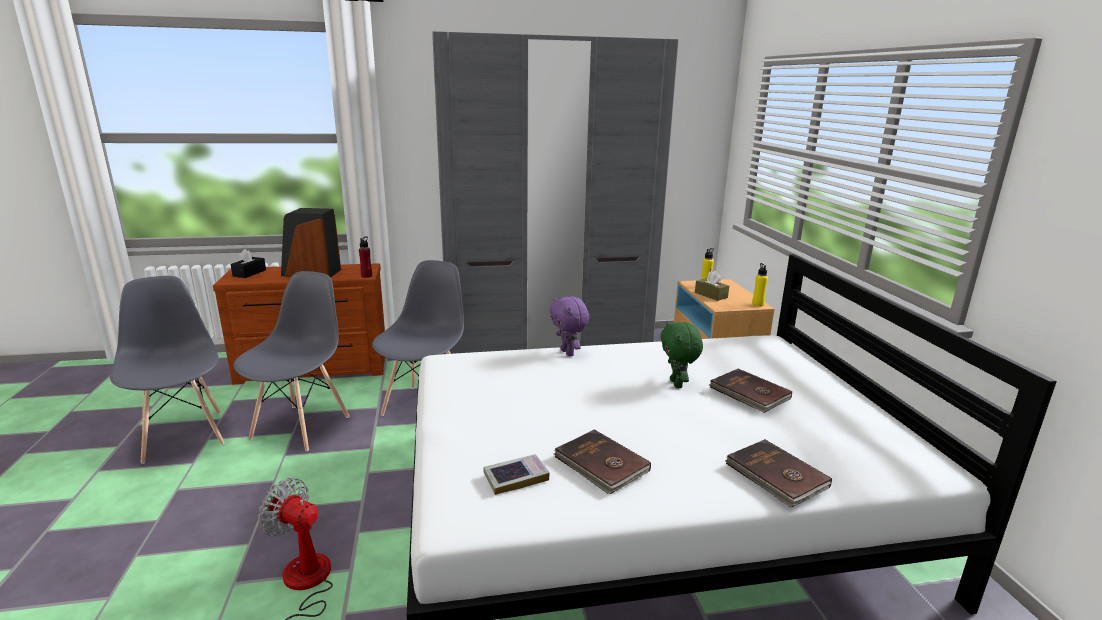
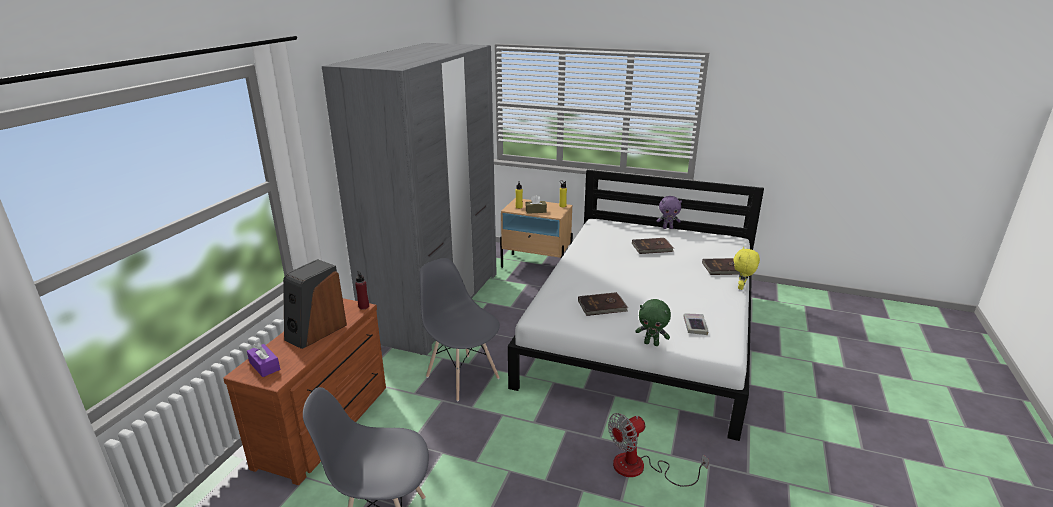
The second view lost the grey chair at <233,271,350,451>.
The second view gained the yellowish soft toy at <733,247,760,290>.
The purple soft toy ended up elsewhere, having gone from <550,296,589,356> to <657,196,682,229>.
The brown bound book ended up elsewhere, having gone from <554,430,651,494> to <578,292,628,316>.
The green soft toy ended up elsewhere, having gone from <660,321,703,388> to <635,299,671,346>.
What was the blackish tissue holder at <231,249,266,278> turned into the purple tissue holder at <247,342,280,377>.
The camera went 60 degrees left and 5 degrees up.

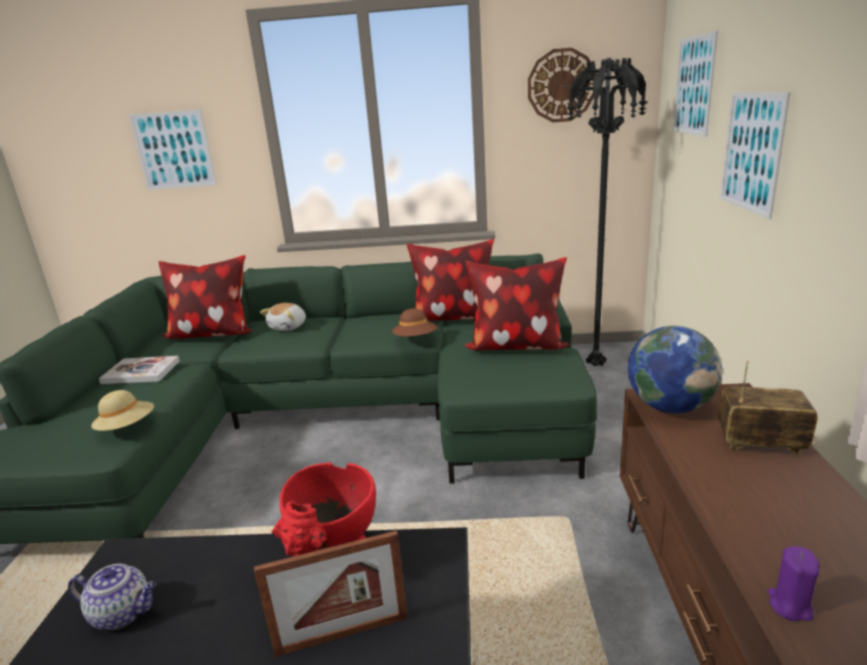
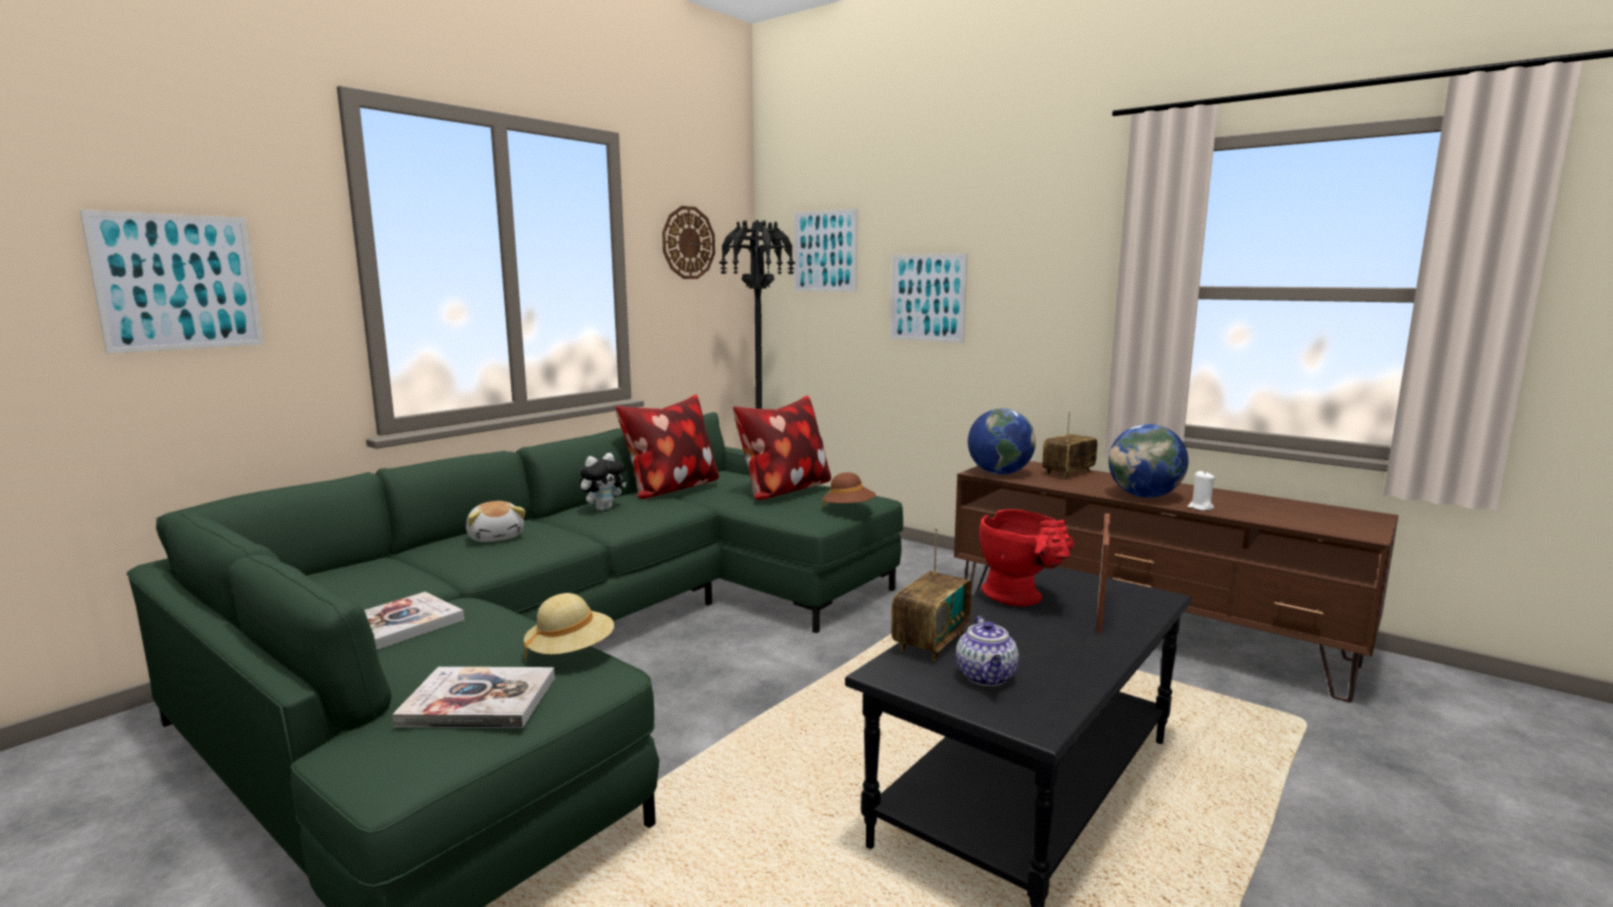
The second view lost the pillow at <158,255,252,339>.
The second view gained the bound book at <392,667,555,728>.
The second view gained the soft toy at <579,453,626,511>.
The second view gained the radio at <891,528,972,661>.
The second view gained the desk globe at <1108,424,1188,498>.
The brown hat ended up elsewhere, having gone from <392,308,437,336> to <822,472,876,506>.
What was the purple wax light at <768,546,820,621> turned into the whitish wax light at <1187,471,1215,511>.
The pot for tea at <68,564,156,630> ended up facing another way, 135 degrees clockwise from before.
The camera went 55 degrees left and 10 degrees down.

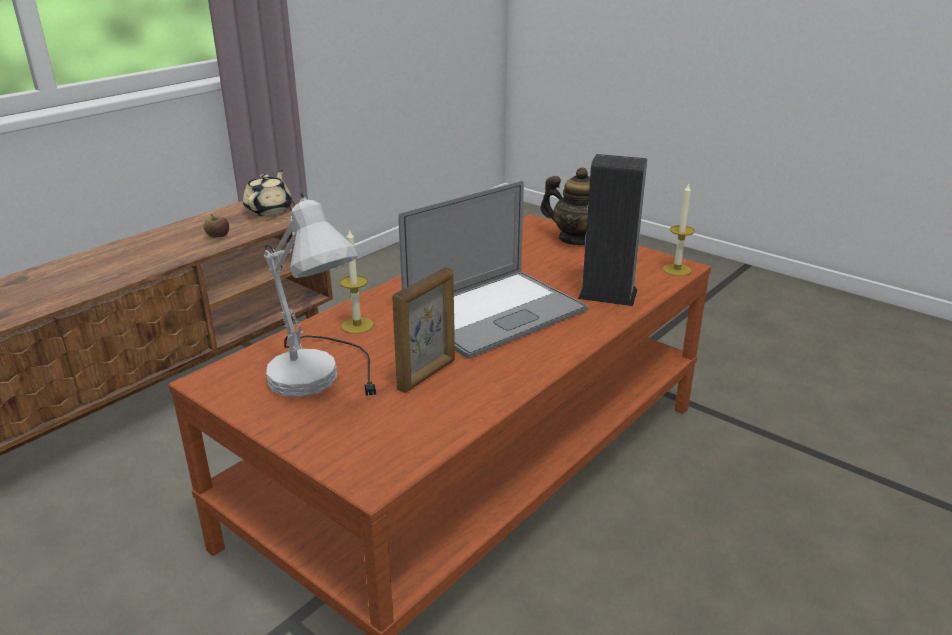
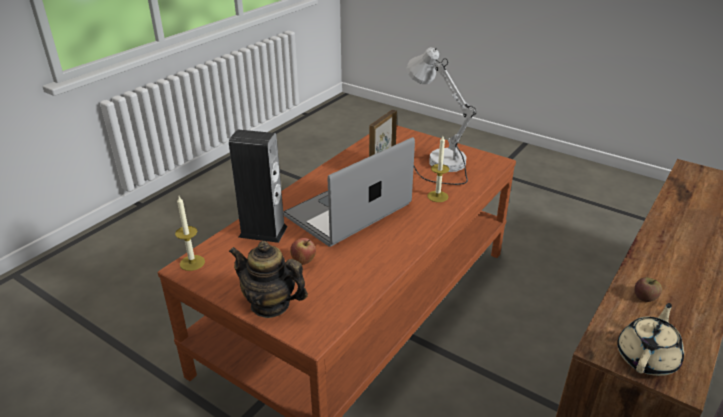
The second view gained the apple at <290,238,316,265>.
The beige-coloured pot for tea at <243,170,292,216> ended up facing another way, 150 degrees counterclockwise from before.
The camera went 175 degrees right and 5 degrees up.

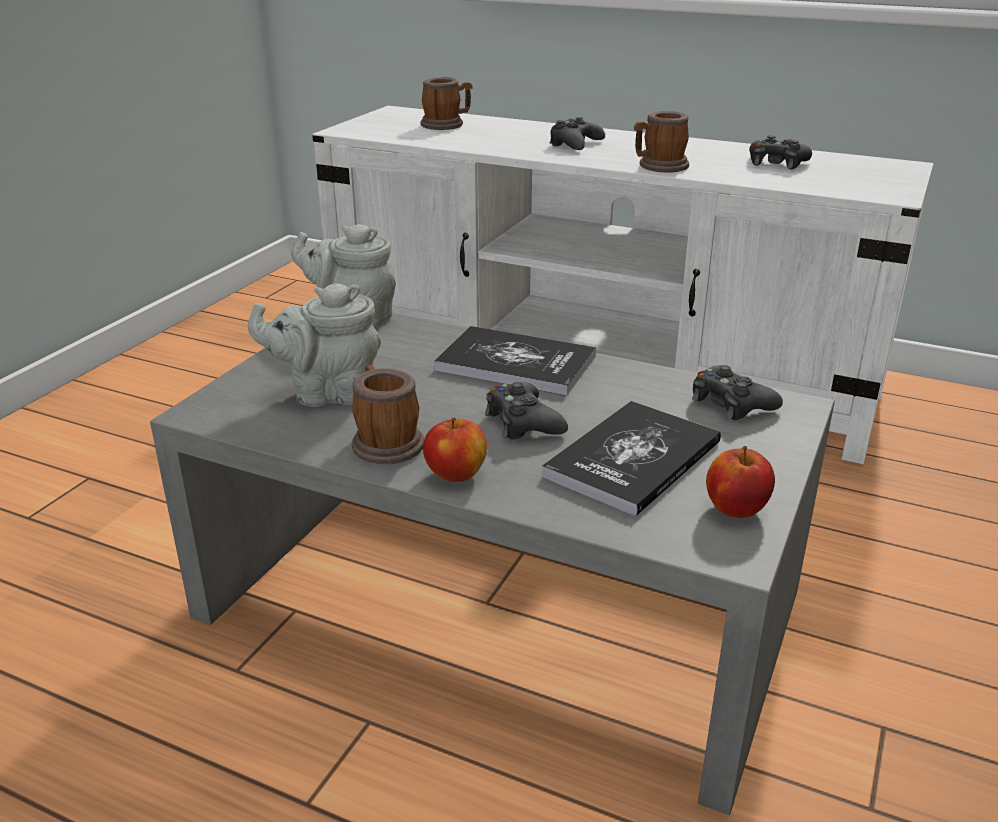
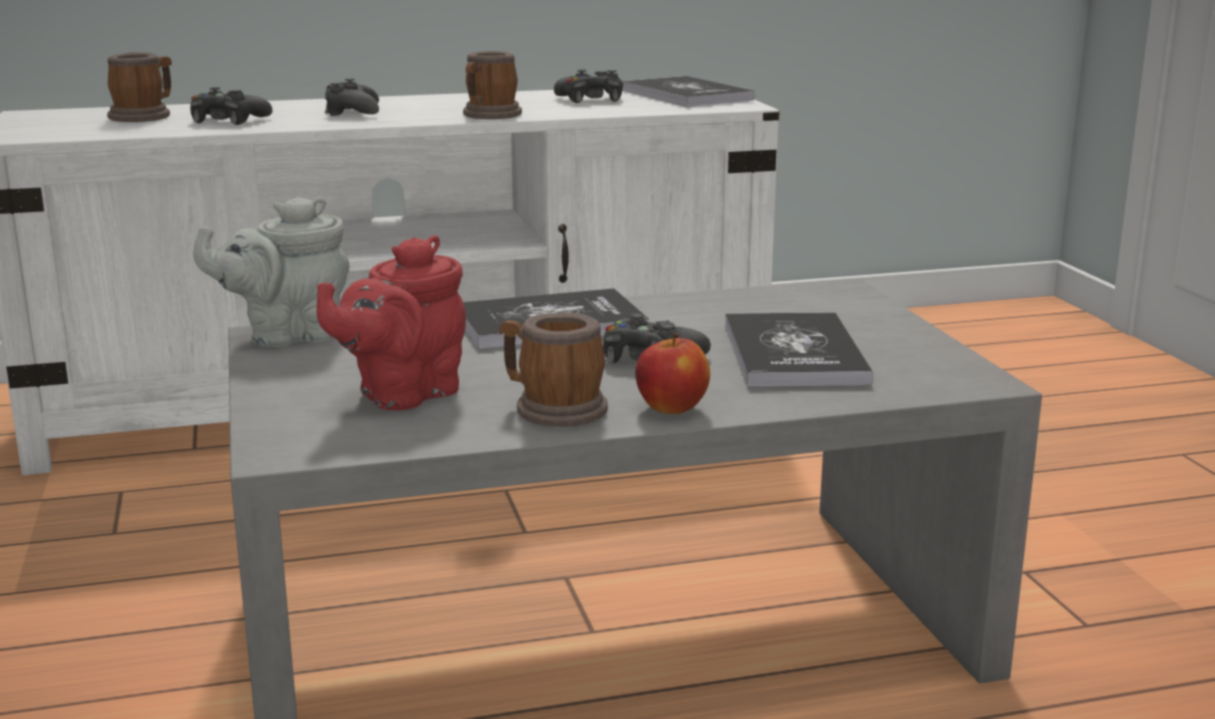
The second view lost the apple at <706,446,775,518>.
The second view gained the bound book at <622,76,755,107>.
The blackish game controller ended up elsewhere, having gone from <692,365,783,420> to <190,87,273,125>.
What was the grey pot for tea at <248,283,381,407> turned into the red-coloured pot for tea at <317,236,466,410>.
The camera went 40 degrees left and 10 degrees down.

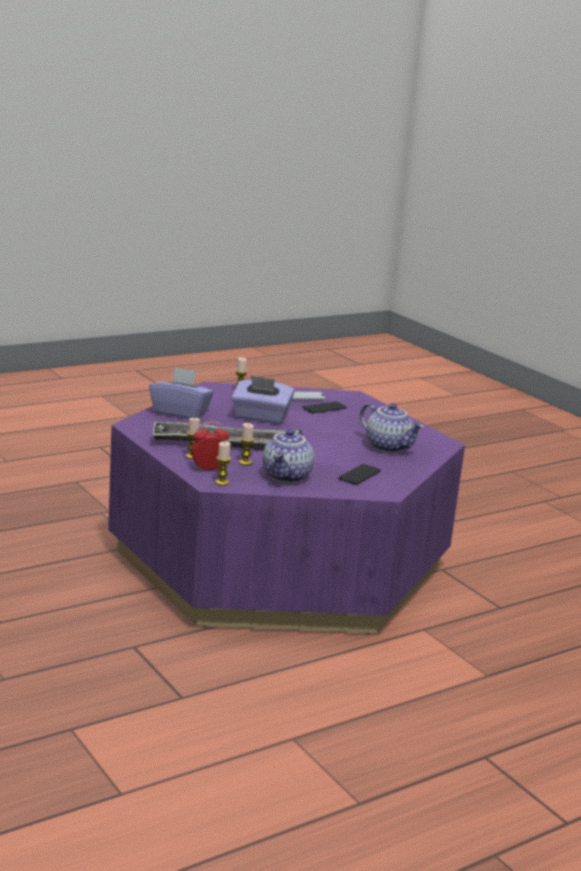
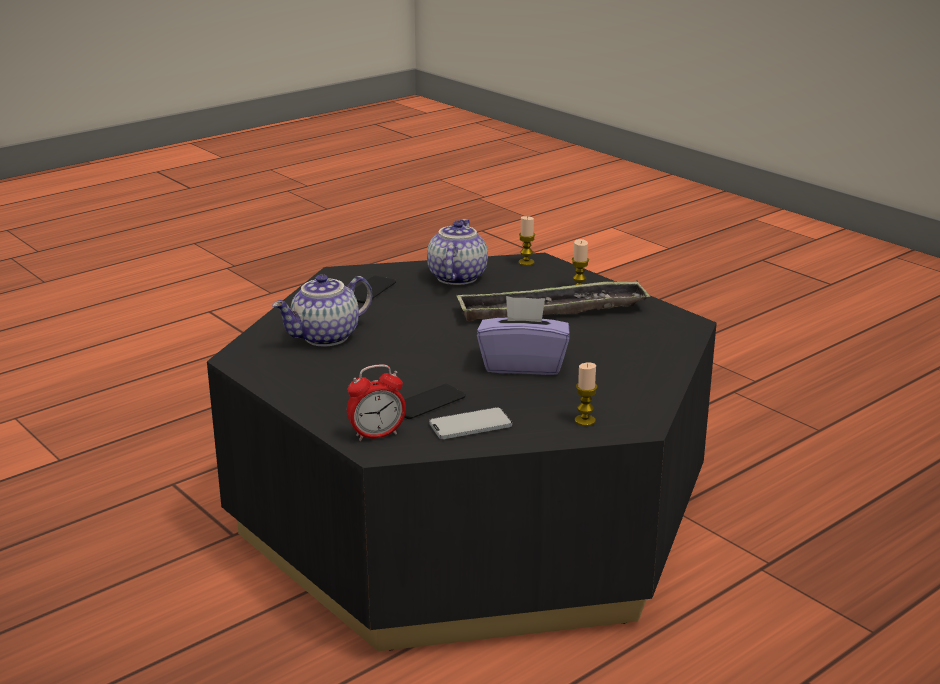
The second view lost the purple tissue holder at <149,367,214,419>.
The second view lost the wax light at <239,423,254,465>.
The alarm clock ended up elsewhere, having gone from <191,422,229,471> to <347,364,406,441>.
What was the purple coffee table at <108,382,465,634> turned into the blackish coffee table at <207,253,717,651>.
The pot for tea at <360,403,424,453> ended up facing another way, 75 degrees counterclockwise from before.
The camera went 175 degrees right and 5 degrees up.

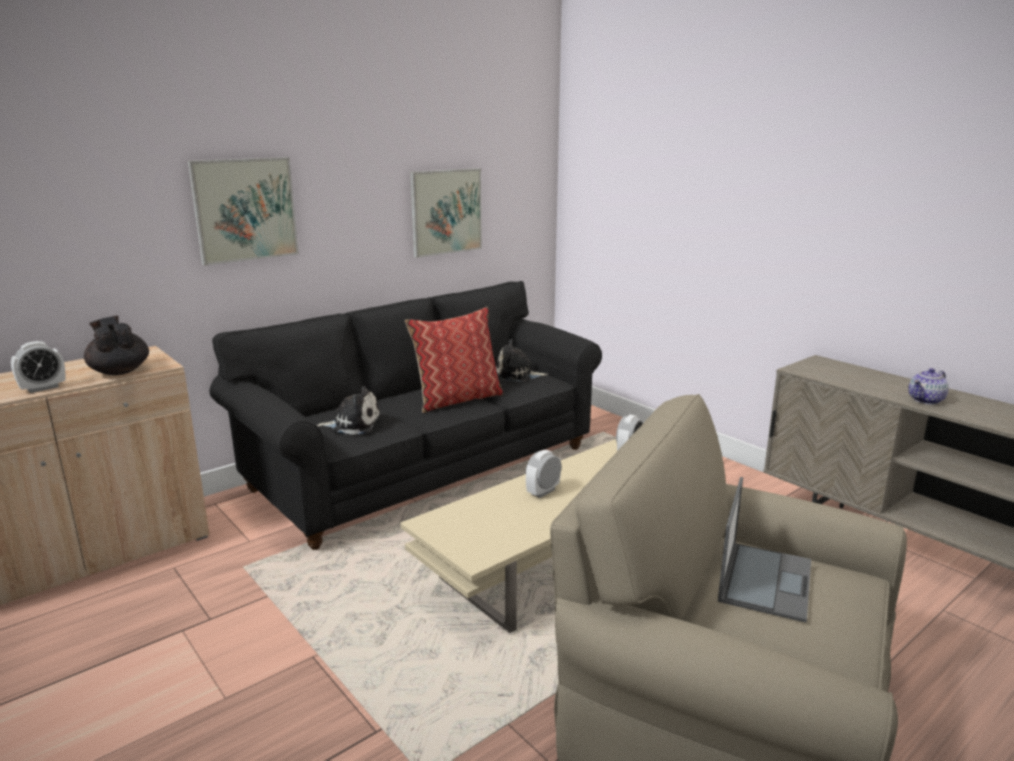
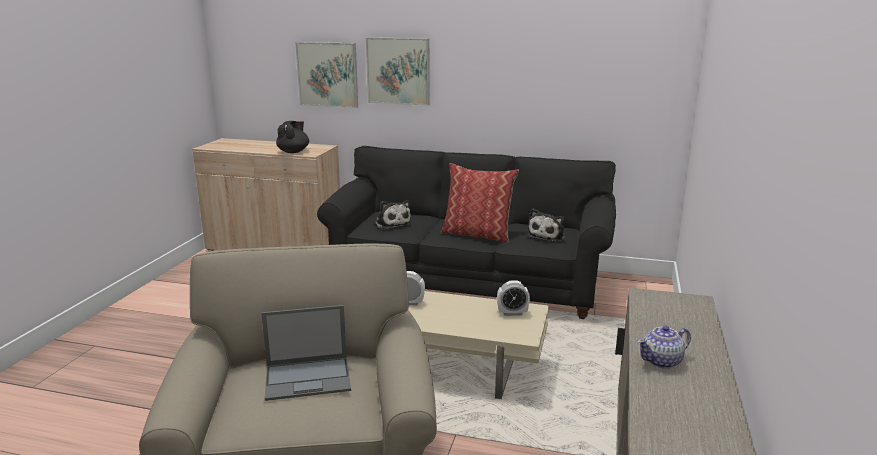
The second view lost the alarm clock at <11,341,65,393>.
The wall picture ended up elsewhere, having gone from <410,168,482,258> to <295,42,358,108>.
The soft toy at <496,339,548,381> ended up facing another way, 120 degrees counterclockwise from before.
The pot for tea at <908,368,949,405> ended up facing another way, 45 degrees counterclockwise from before.
The camera went 55 degrees right and 0 degrees up.

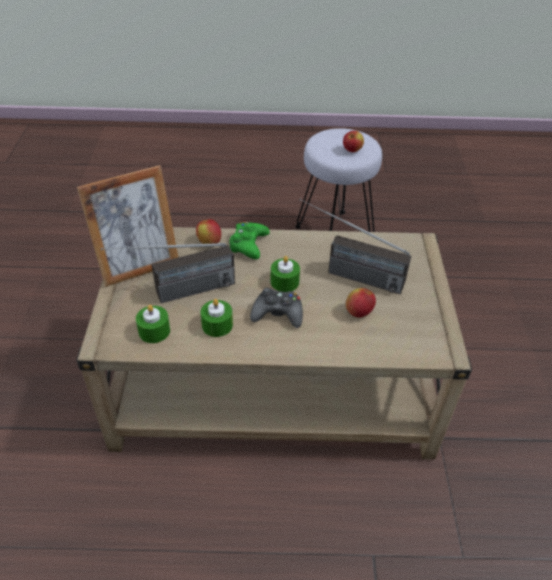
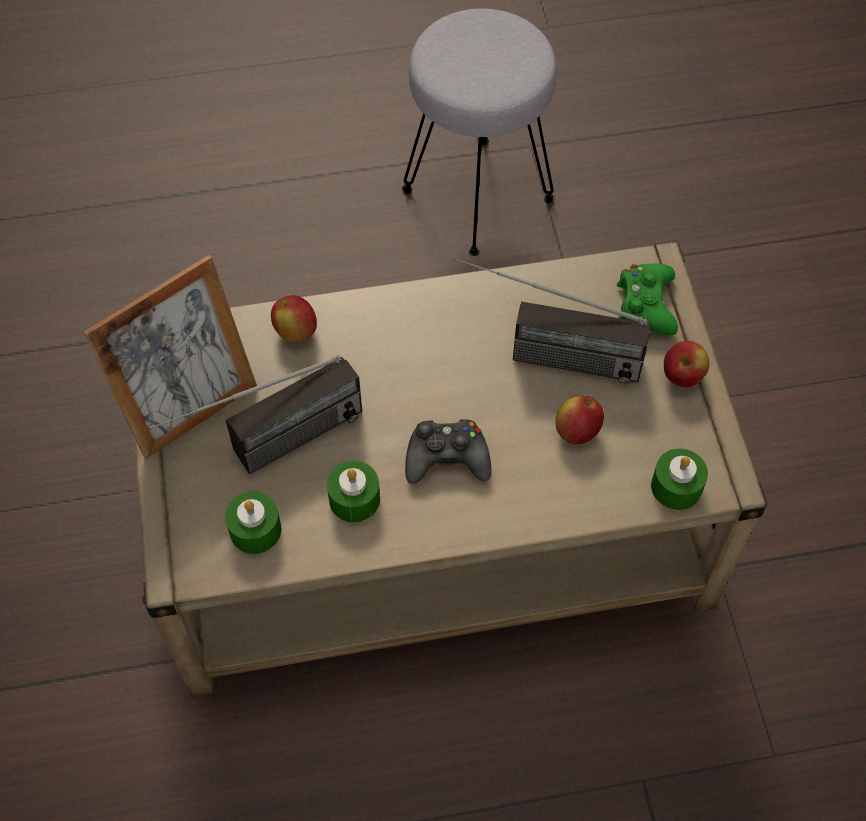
The green game controller ended up elsewhere, having gone from <229,221,270,259> to <617,264,678,335>.
The green wax light ended up elsewhere, having gone from <270,256,300,292> to <651,449,708,510>.
The apple ended up elsewhere, having gone from <343,131,364,152> to <664,341,709,387>.
The camera went 10 degrees left and 15 degrees up.

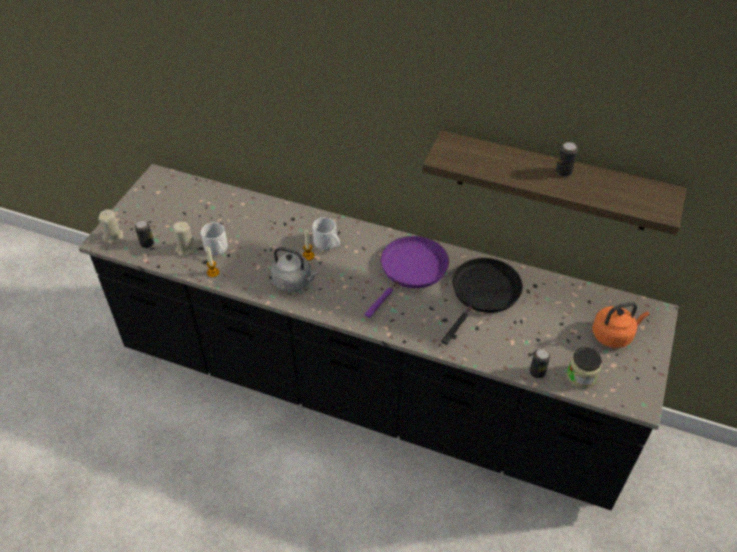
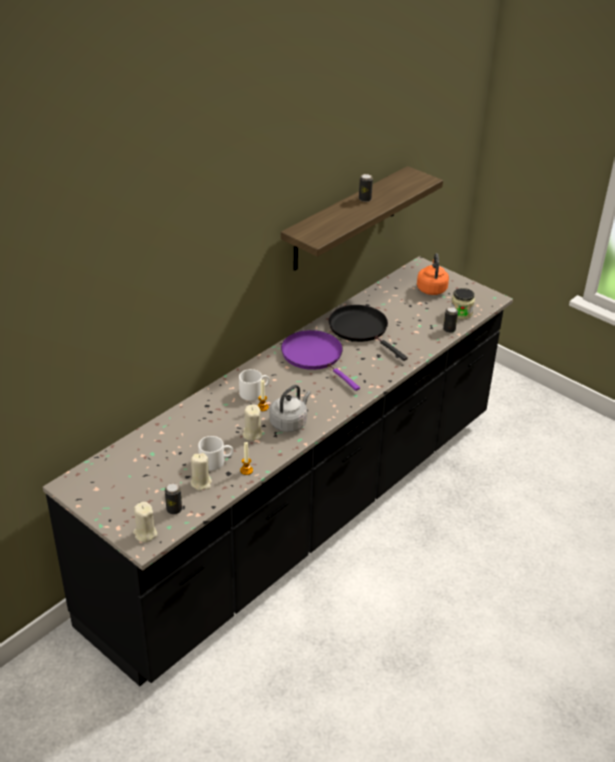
The second view gained the beige-coloured wax light at <242,404,262,441>.
The camera went 70 degrees left and 10 degrees down.

